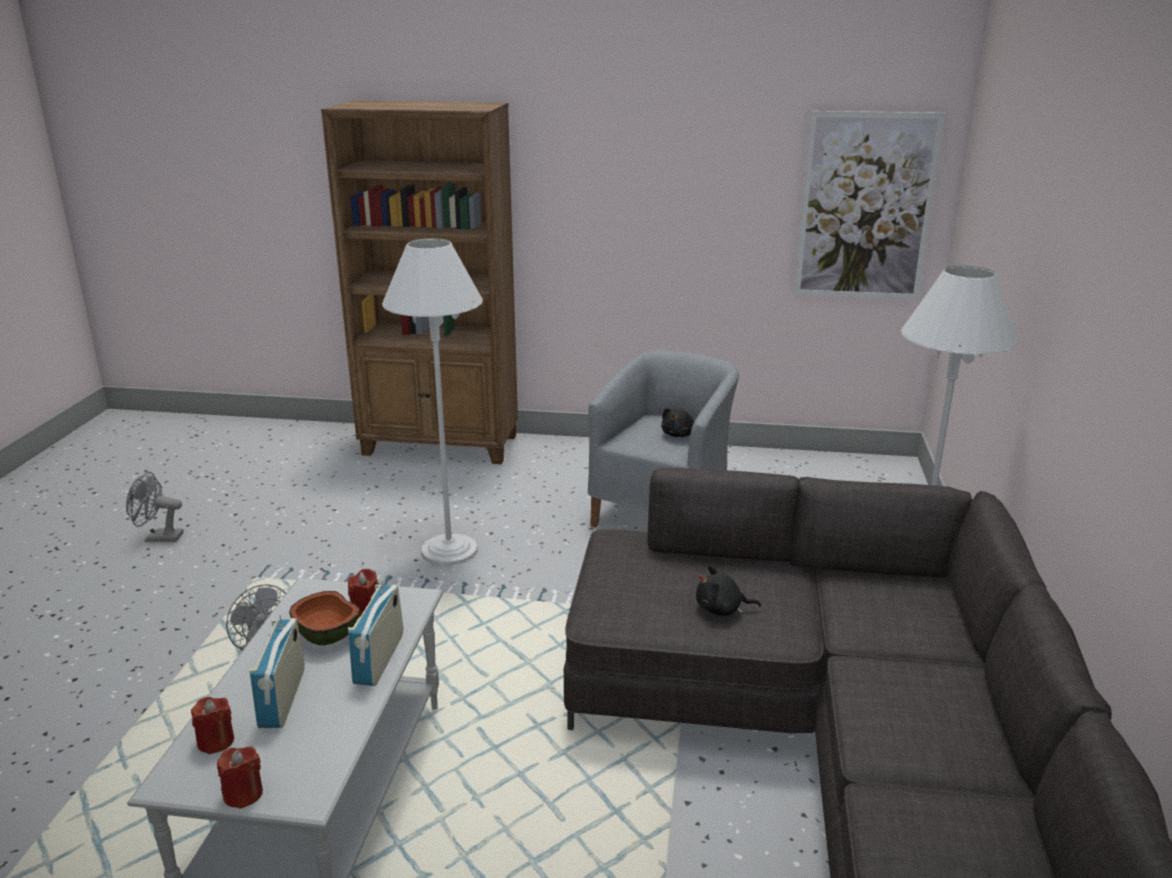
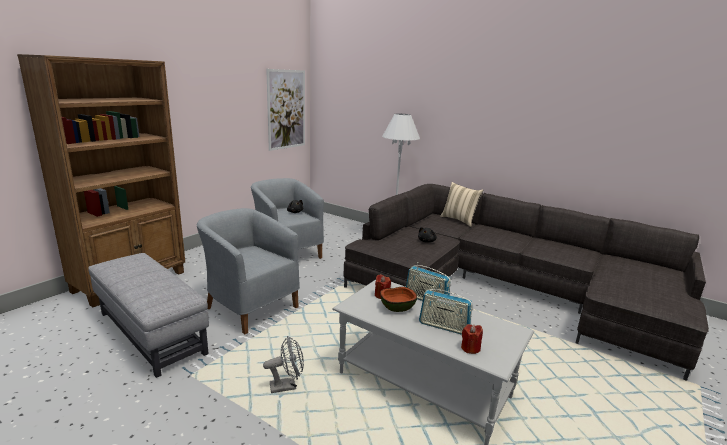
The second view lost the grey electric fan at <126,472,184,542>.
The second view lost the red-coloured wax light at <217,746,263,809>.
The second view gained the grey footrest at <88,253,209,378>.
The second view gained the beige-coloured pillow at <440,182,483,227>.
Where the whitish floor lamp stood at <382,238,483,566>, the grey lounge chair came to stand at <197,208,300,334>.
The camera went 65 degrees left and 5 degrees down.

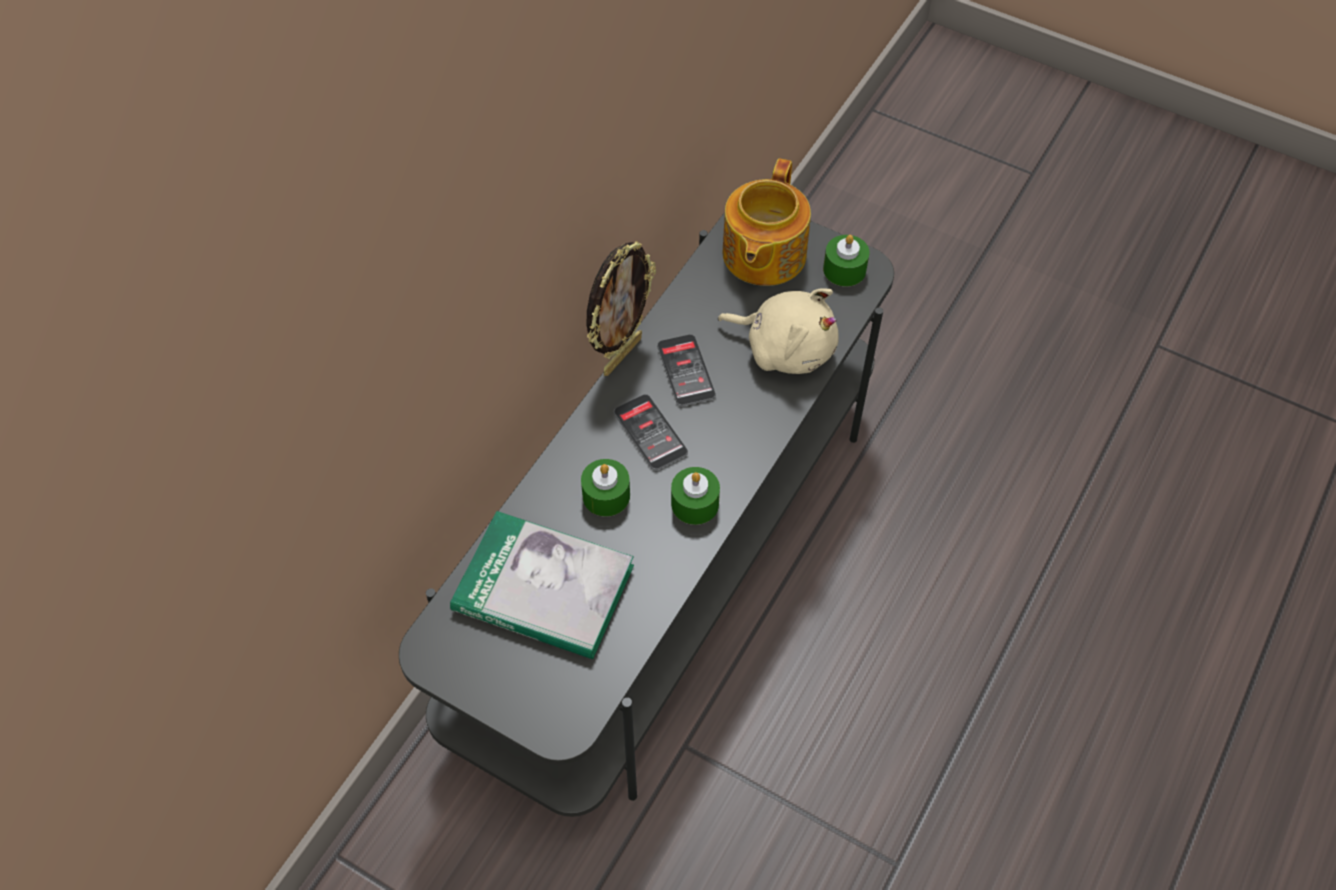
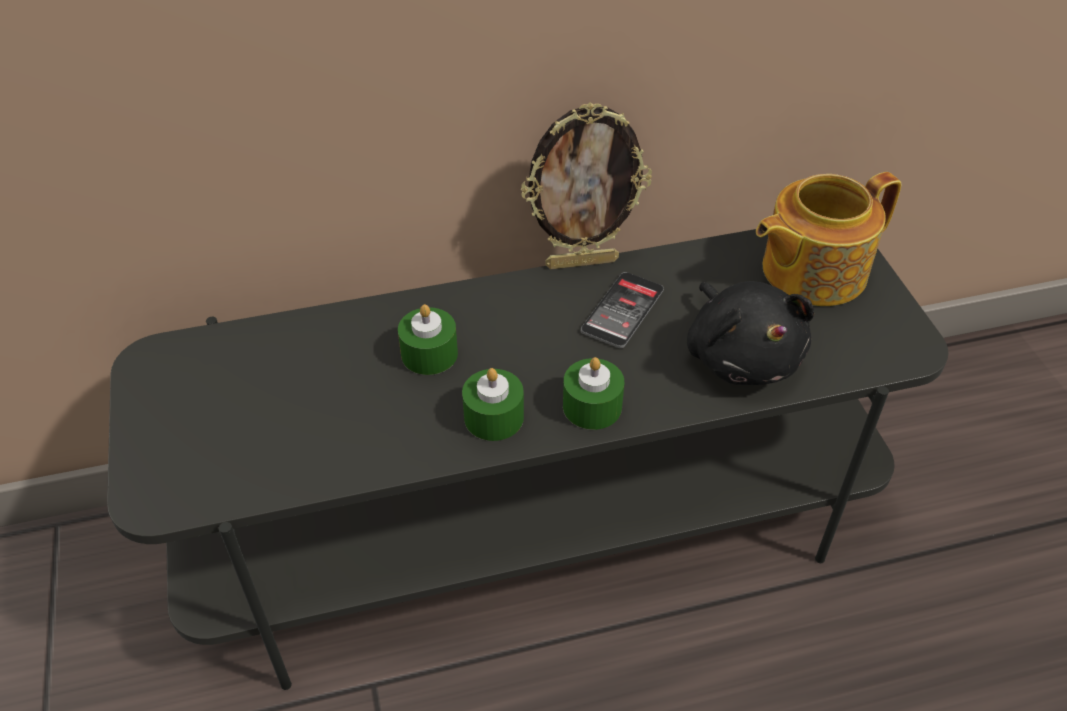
The second view lost the bound book at <450,511,634,659>.
The second view lost the telephone at <614,394,688,470>.
The green wax light ended up elsewhere, having gone from <823,235,869,287> to <563,357,624,430>.
What was the beige-coloured soft toy at <718,289,839,374> turned into the blackish soft toy at <687,281,814,385>.
The camera went 45 degrees right and 10 degrees down.

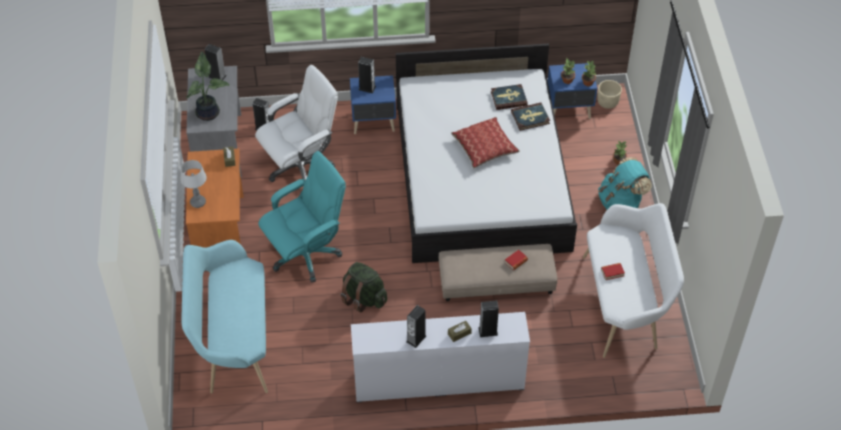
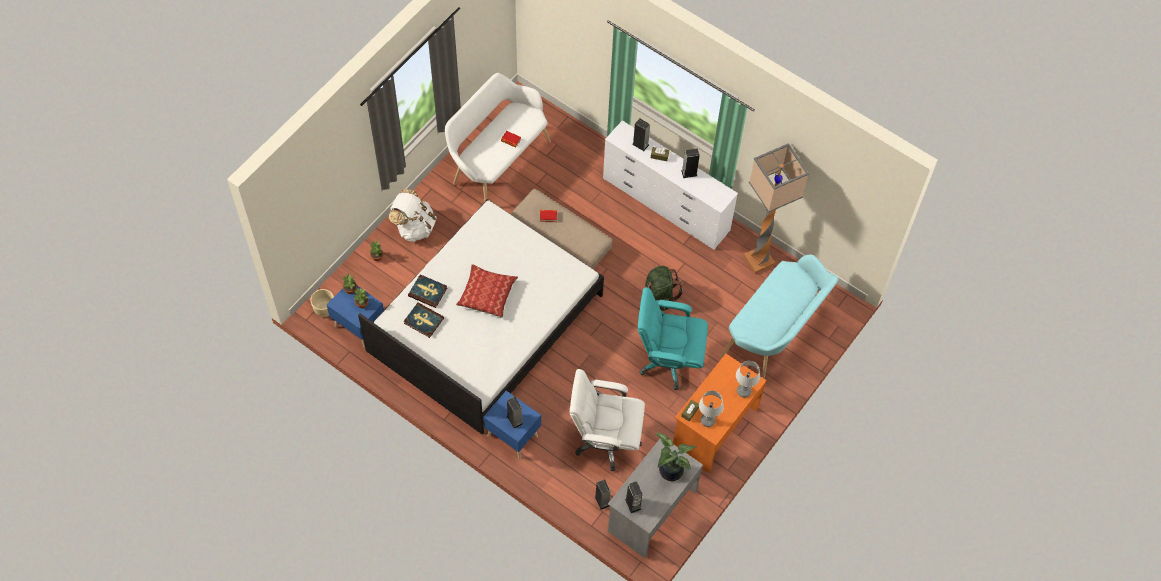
The second view gained the tabletop lamp at <699,391,724,427>.
The second view gained the floor lamp at <743,143,809,274>.
What was the turquoise-coloured rucksack at <598,157,652,209> turned into the whitish rucksack at <389,189,437,242>.
The camera went 140 degrees left and 10 degrees up.

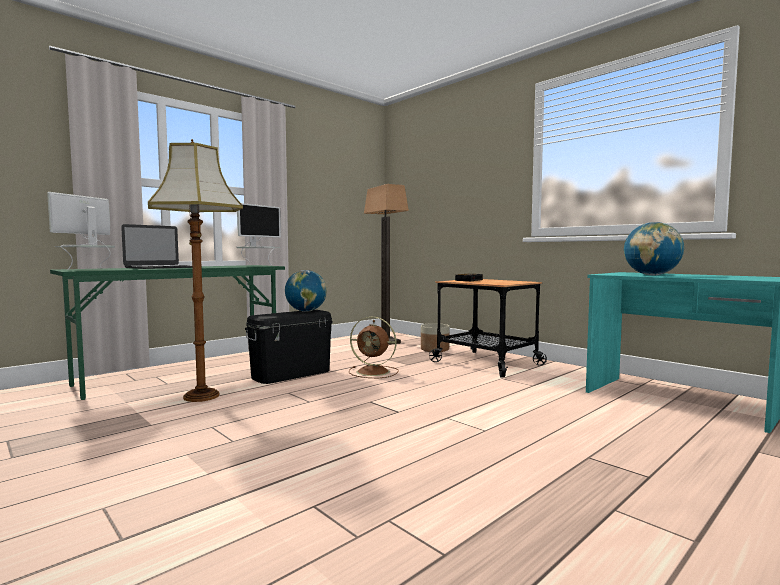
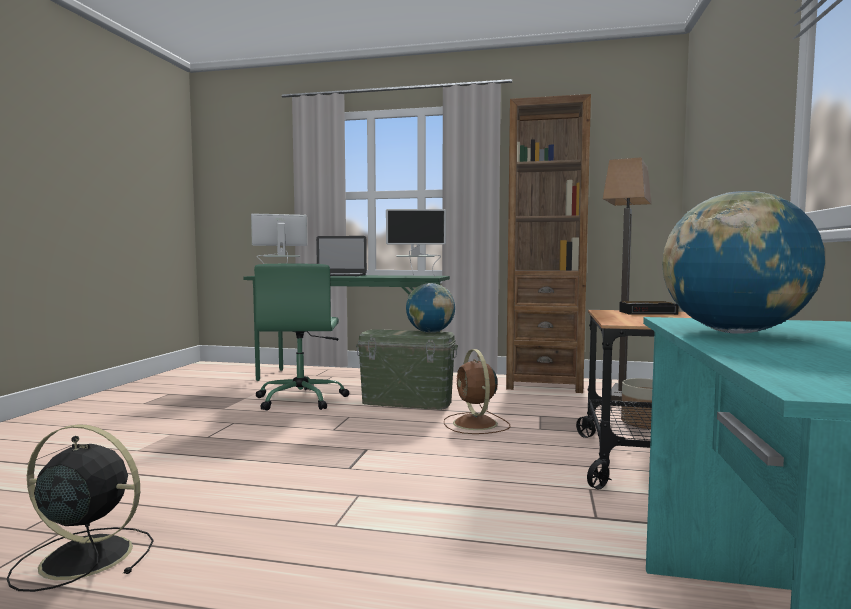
The second view gained the blackish electric fan at <7,424,153,592>.
The second view gained the brown bookcase at <506,94,591,393>.
Where the floor lamp stood at <148,139,243,402>, the green computer chair came to stand at <254,264,349,411>.
What was the blackish storage box at <245,310,333,384> turned into the green storage box at <356,329,458,410>.
The camera went 55 degrees right and 0 degrees up.

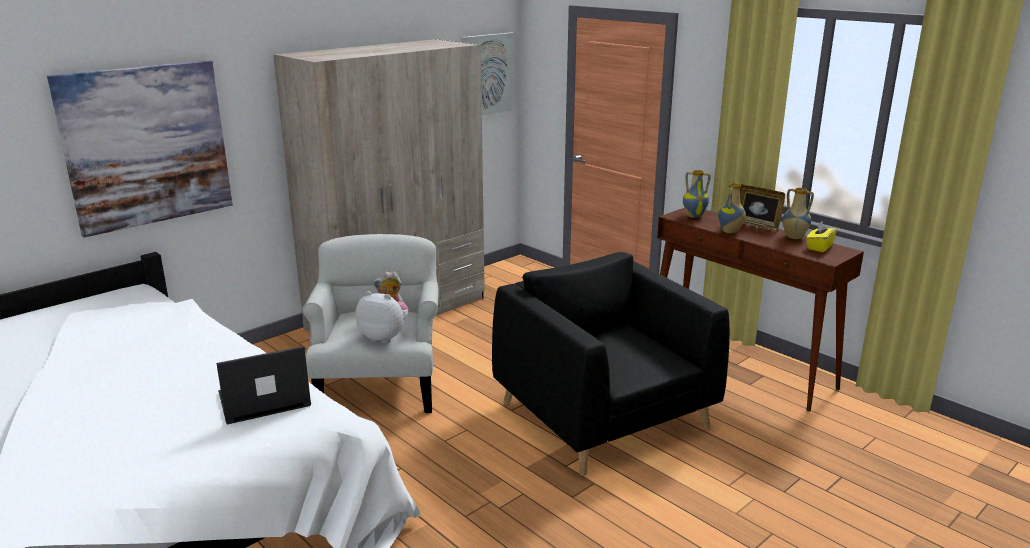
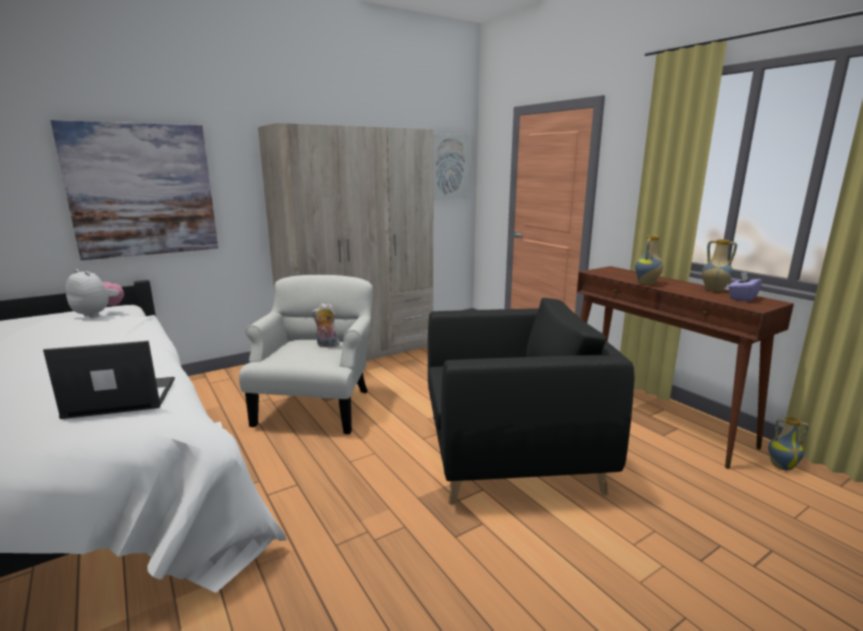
The second view lost the photo frame at <740,184,785,232>.
The soft toy ended up elsewhere, having gone from <355,291,409,343> to <66,269,124,318>.
The flower vase ended up elsewhere, having gone from <683,170,711,218> to <768,417,809,470>.
What was the yellowish tissue holder at <806,221,837,252> turned into the purple tissue holder at <729,271,762,302>.
The blackish lounge chair at <492,252,730,476> ended up facing another way, 105 degrees clockwise from before.
The camera went 10 degrees right and 5 degrees down.

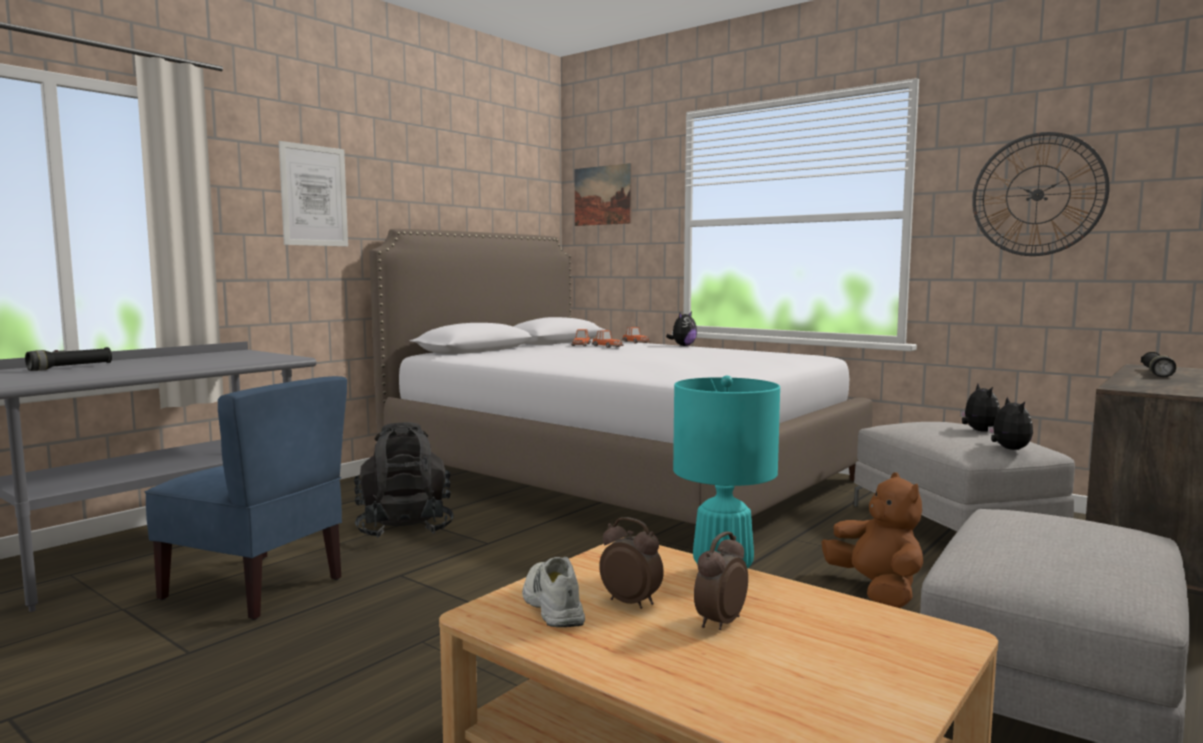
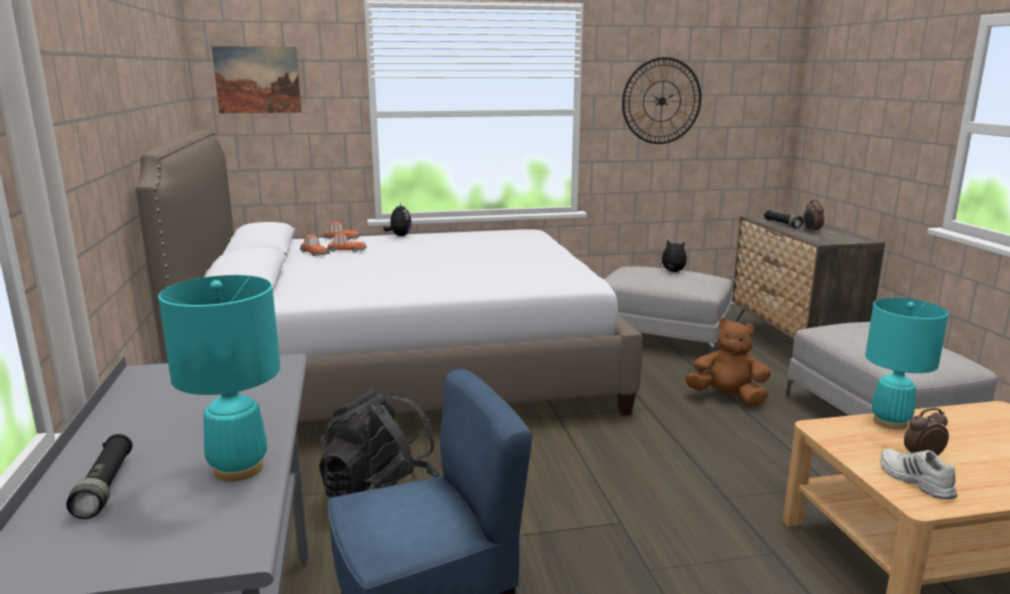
The second view lost the wall picture at <279,141,348,246>.
The second view lost the soft toy at <988,396,1033,450>.
The second view gained the turquoise-coloured tabletop lamp at <158,275,280,482>.
The alarm clock ended up elsewhere, having gone from <694,531,748,630> to <803,200,824,233>.
The whitish item of footwear at <522,557,585,627> ended up facing another way, 45 degrees clockwise from before.
The camera went 50 degrees left and 10 degrees up.

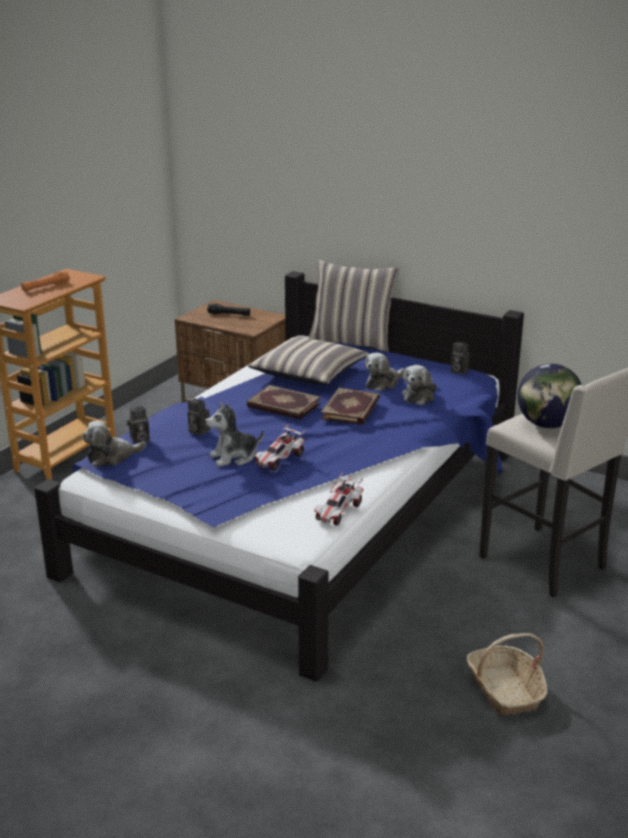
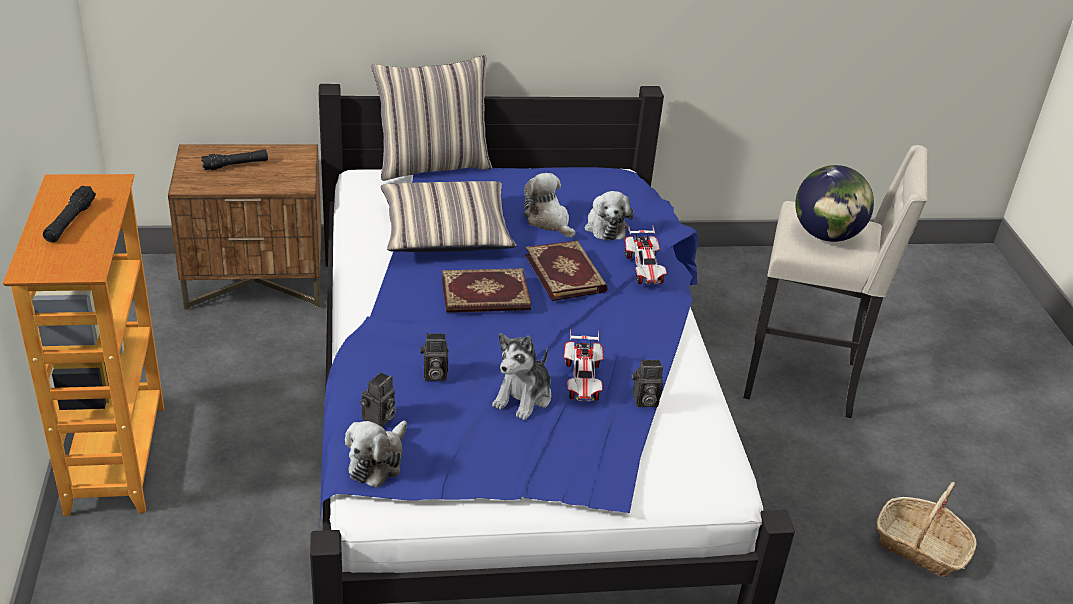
The toy car ended up elsewhere, having gone from <314,472,364,526> to <625,225,667,285>.
The photo camera ended up elsewhere, having gone from <451,342,470,375> to <632,360,663,407>.
What was the orangey torch at <21,271,70,292> turned into the blackish torch at <43,185,96,242>.
The soft toy at <365,353,405,391> ended up facing another way, 135 degrees clockwise from before.
The camera went 40 degrees left and 10 degrees up.

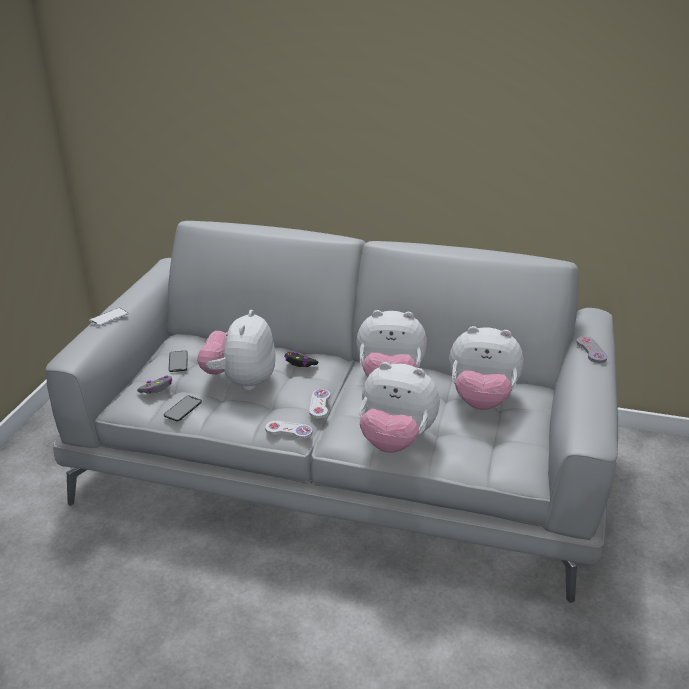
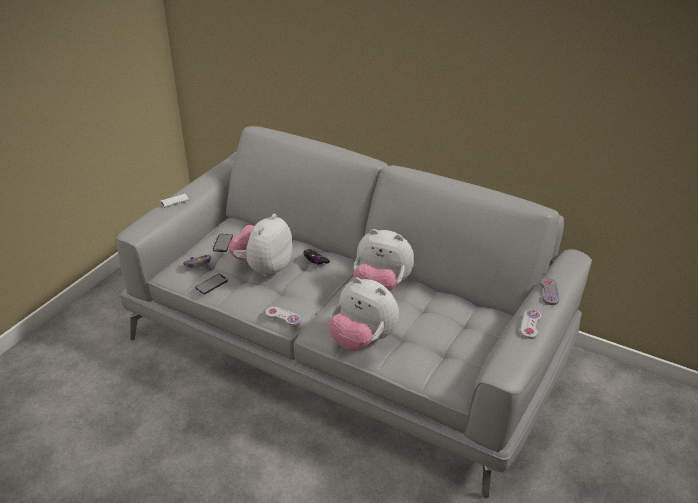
The second view lost the soft toy at <449,326,524,410>.
The whitish game controller ended up elsewhere, having gone from <309,389,330,419> to <520,309,541,339>.
The camera went 15 degrees right and 5 degrees up.

